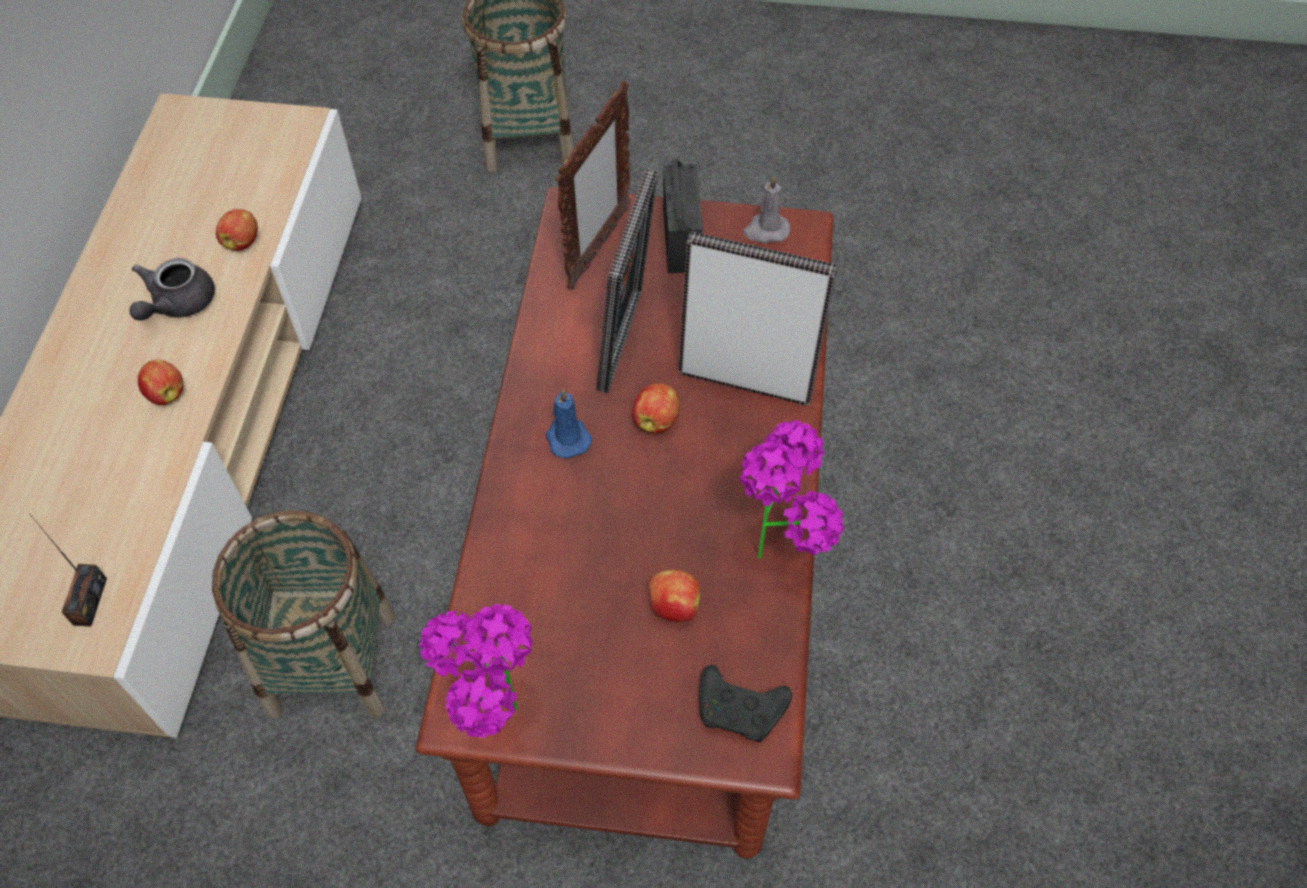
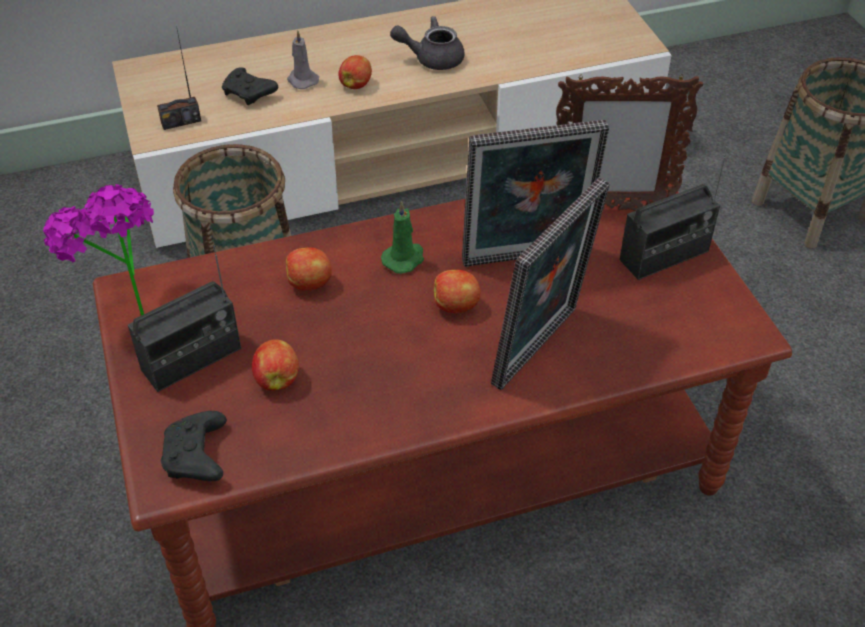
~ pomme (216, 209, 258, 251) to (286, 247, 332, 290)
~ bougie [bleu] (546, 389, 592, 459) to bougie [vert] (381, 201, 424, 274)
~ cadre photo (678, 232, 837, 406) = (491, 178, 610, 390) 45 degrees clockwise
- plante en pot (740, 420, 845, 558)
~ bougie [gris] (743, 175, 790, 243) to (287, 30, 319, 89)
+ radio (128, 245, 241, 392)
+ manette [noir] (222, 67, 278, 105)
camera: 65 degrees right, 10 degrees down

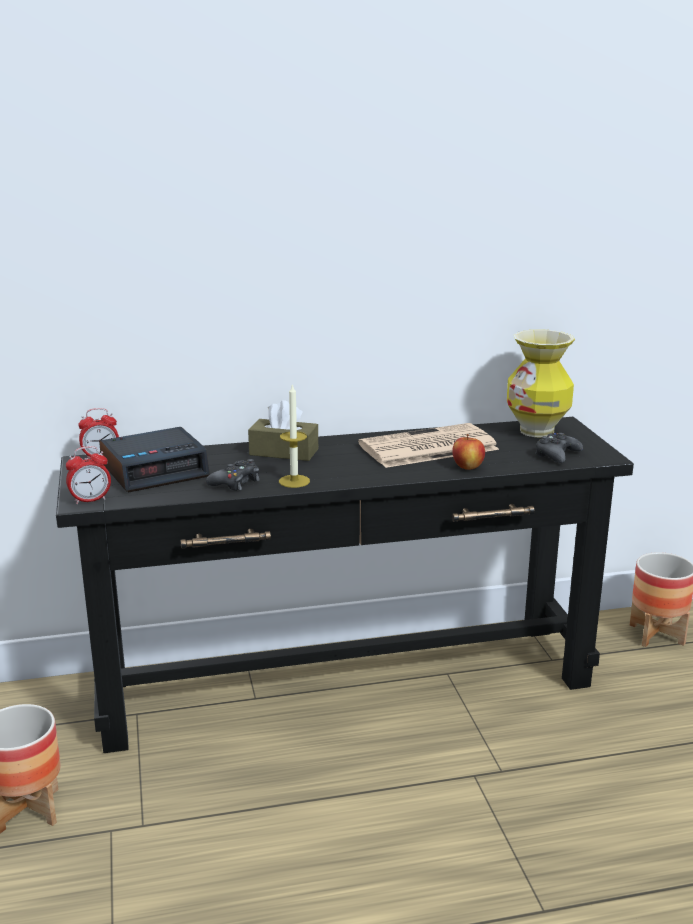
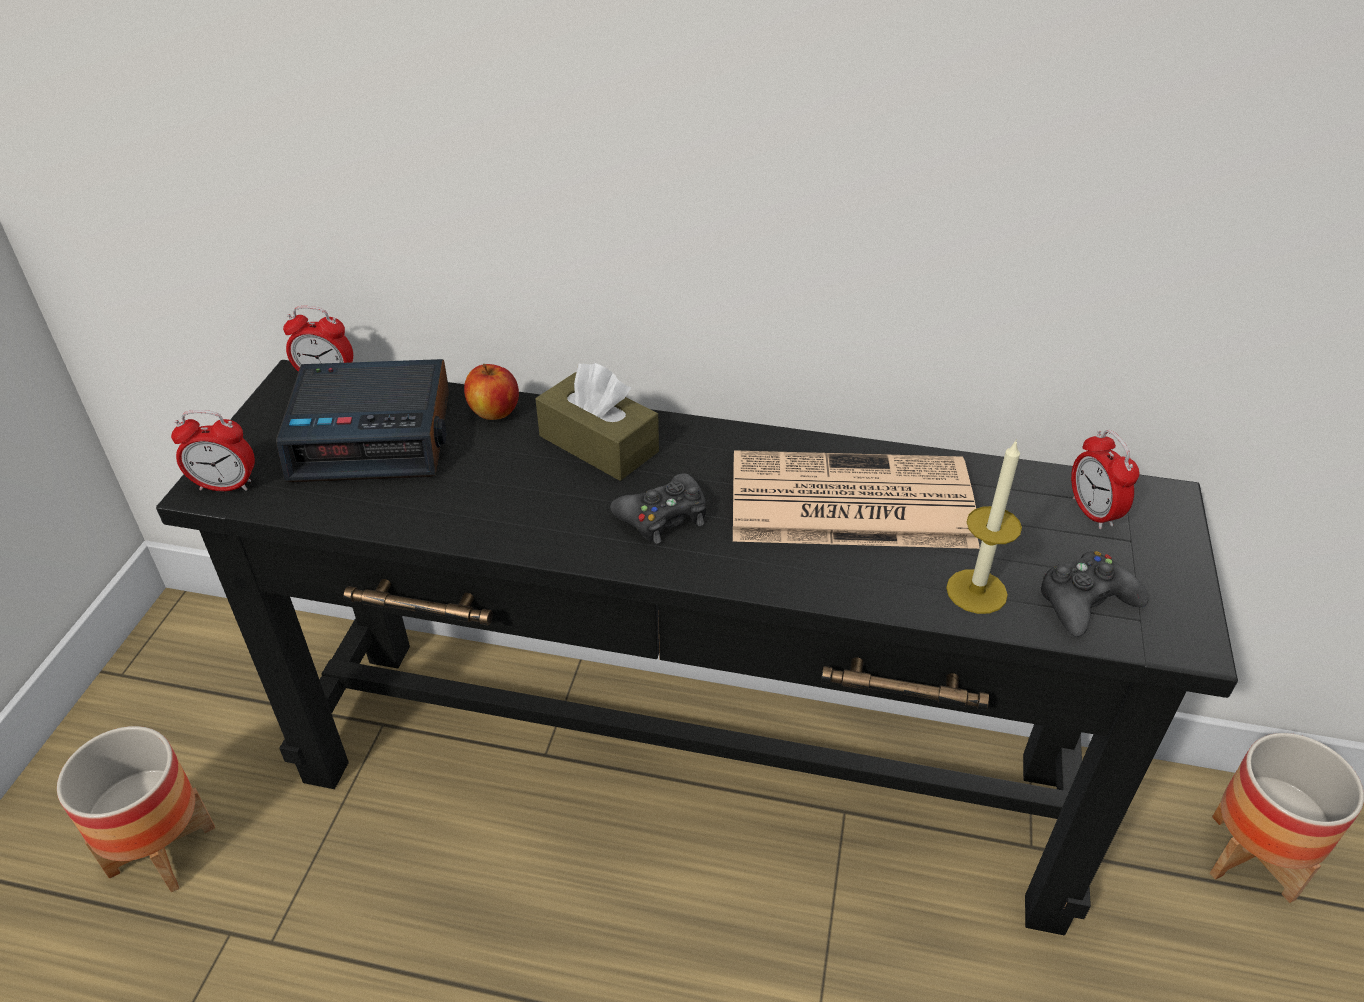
~ manette [noir] (206, 459, 260, 491) to (610, 473, 706, 544)
~ bougie (279, 383, 310, 488) to (946, 439, 1022, 614)
~ pomme (452, 434, 485, 470) to (464, 364, 519, 420)
~ vase (507, 329, 575, 437) to réveil (1071, 430, 1139, 529)
camera: 25 degrees right, 20 degrees up

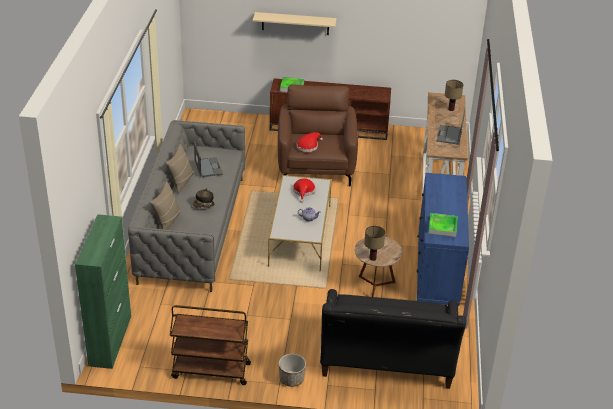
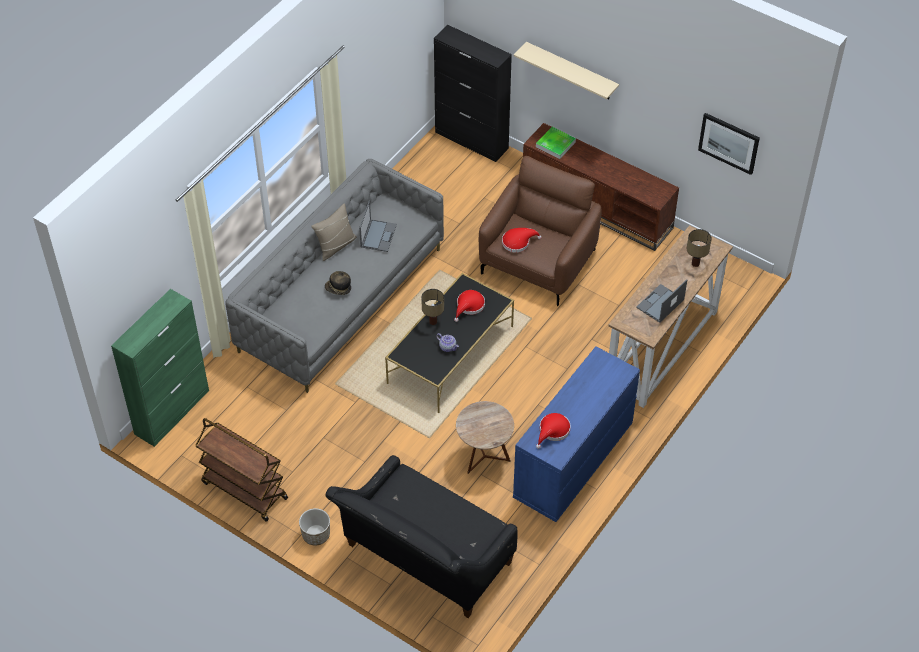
- coussin [beige] (151, 181, 181, 230)
~ table basse [blanc] (268, 175, 332, 271) to table basse [noir] (385, 273, 514, 413)
~ lampe de table (364, 226, 385, 261) to (421, 289, 444, 325)
~ plateau (428, 213, 458, 237) to chapeau [rouge] (536, 413, 571, 449)
+ meuble de rangement [noir] (434, 25, 512, 162)
+ tableau (698, 113, 760, 175)
camera: 30 degrees right, 15 degrees up

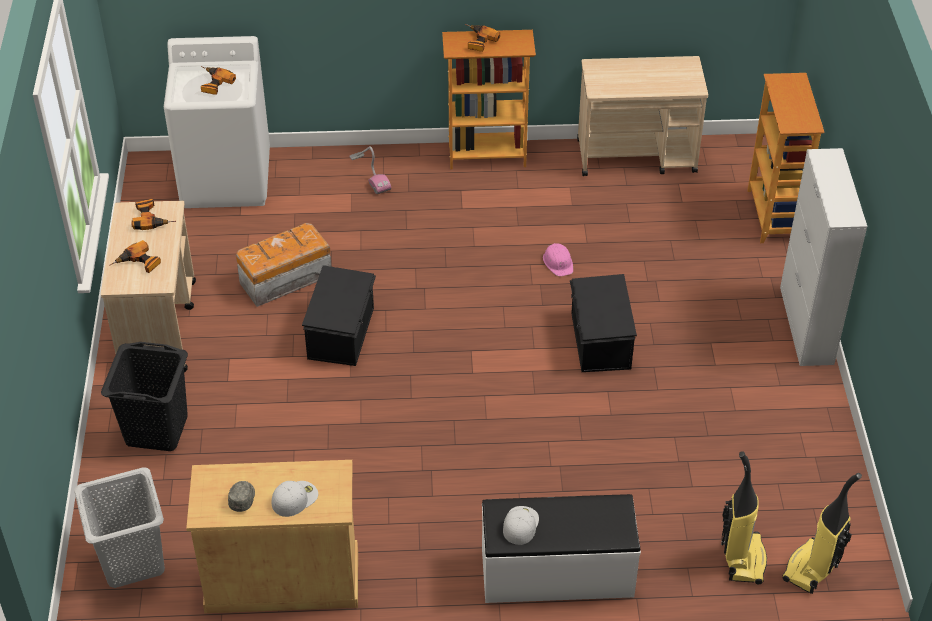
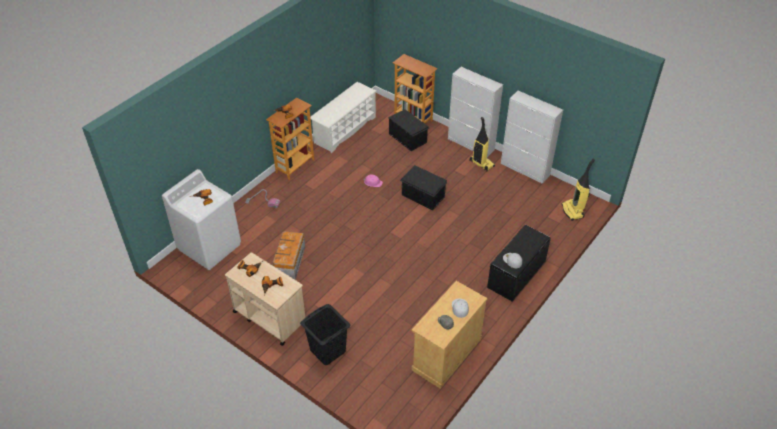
- panier à linge [gris] (74, 467, 165, 588)
~ boîte de rangement [noir] (302, 265, 376, 366) to (388, 109, 429, 151)
~ banc [blanc] (482, 494, 641, 603) to banc [noir] (487, 225, 551, 301)
~ chariot [beige] (577, 56, 708, 176) to étagère à chaussures [blanc] (310, 82, 376, 153)
~ aspirateur (721, 451, 767, 584) to (470, 117, 495, 171)
+ meuble de rangement [blanc] (501, 91, 563, 184)
camera: 50 degrees left, 0 degrees up

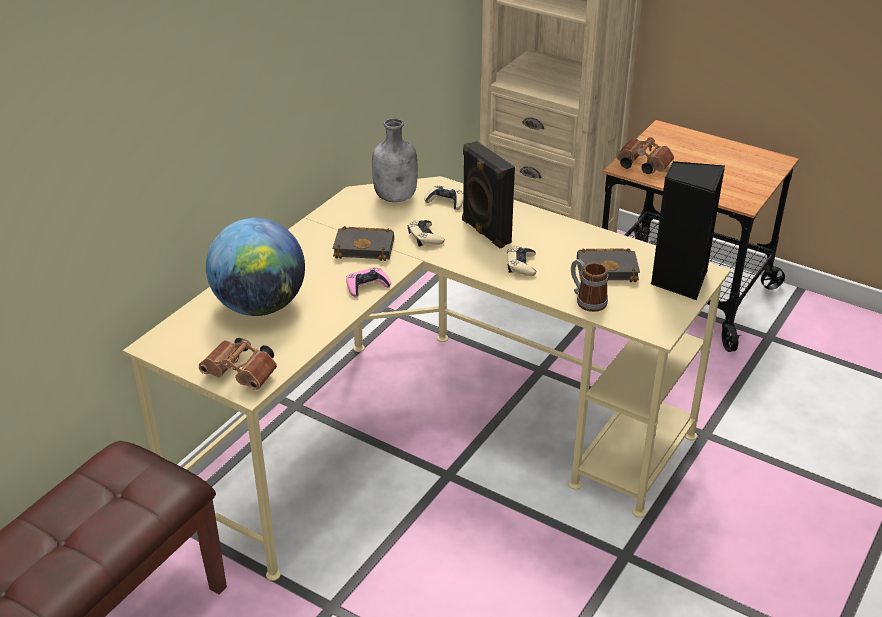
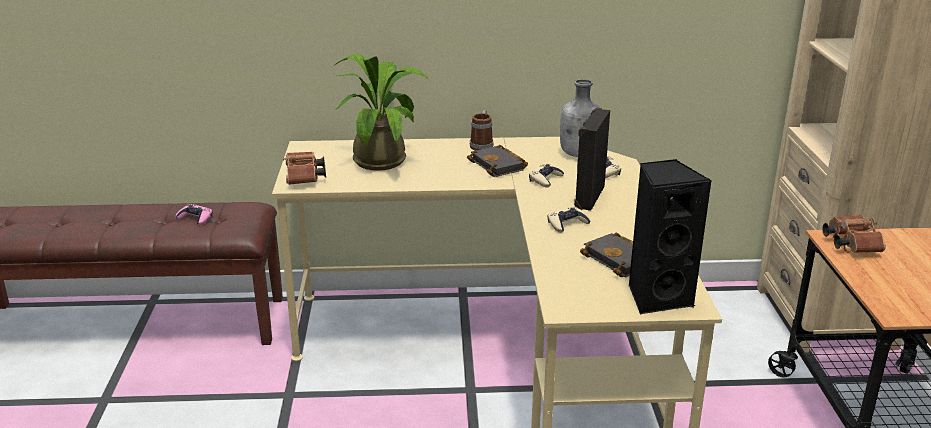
~ globe (206, 218, 305, 316) to plante en pot (334, 54, 428, 171)
~ manette [rose] (346, 267, 391, 297) to (176, 204, 212, 225)
~ mug (571, 259, 608, 312) to (470, 110, 494, 150)
camera: 55 degrees right, 10 degrees down

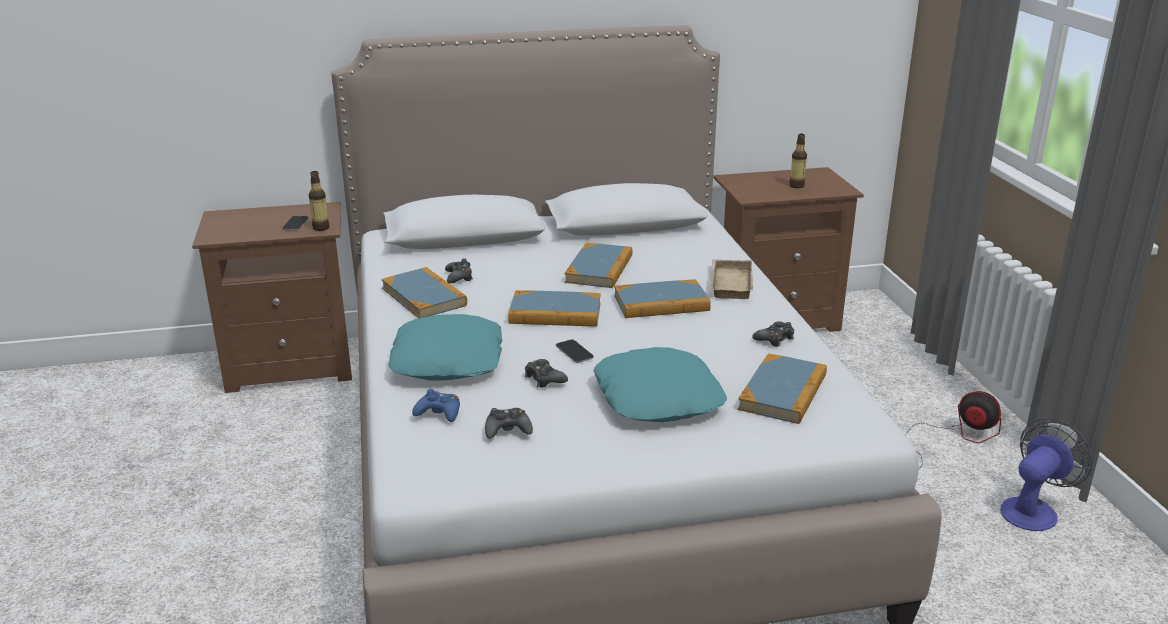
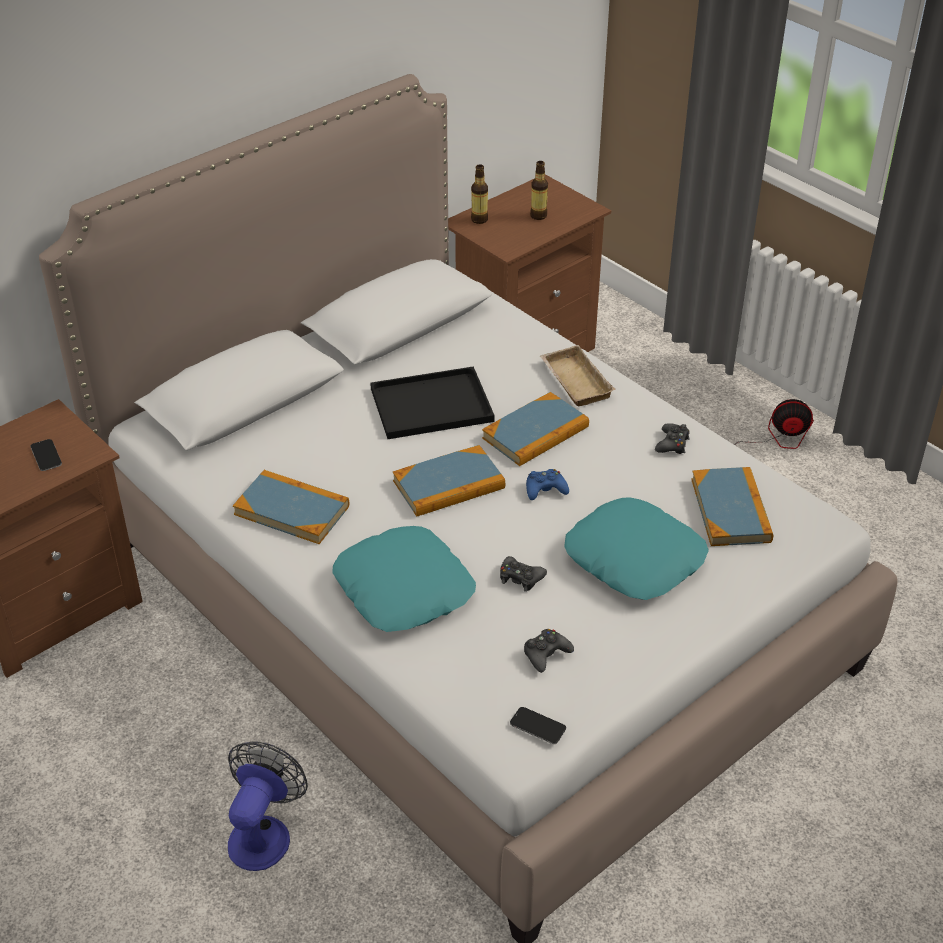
~ bouteille (309, 171, 329, 231) to (471, 164, 488, 224)
~ manette [bleu] (412, 389, 460, 422) to (526, 469, 569, 500)
- manette [noir] (445, 259, 473, 283)
~ téléphone (556, 340, 594, 363) to (510, 707, 566, 744)
~ livre (564, 243, 632, 288) to plateau [noir] (370, 366, 494, 439)
~ ventilateur (1000, 418, 1093, 531) to (228, 741, 308, 871)
camera: 30 degrees left, 15 degrees up

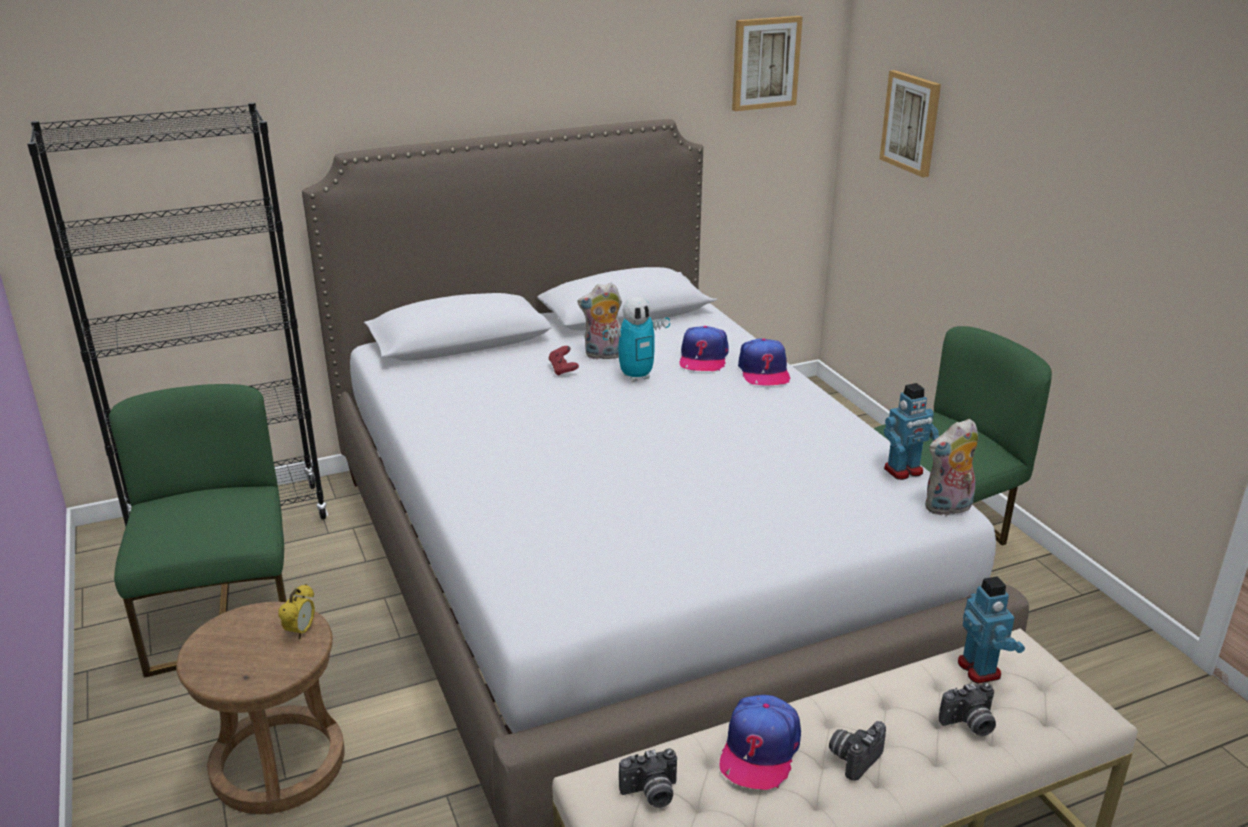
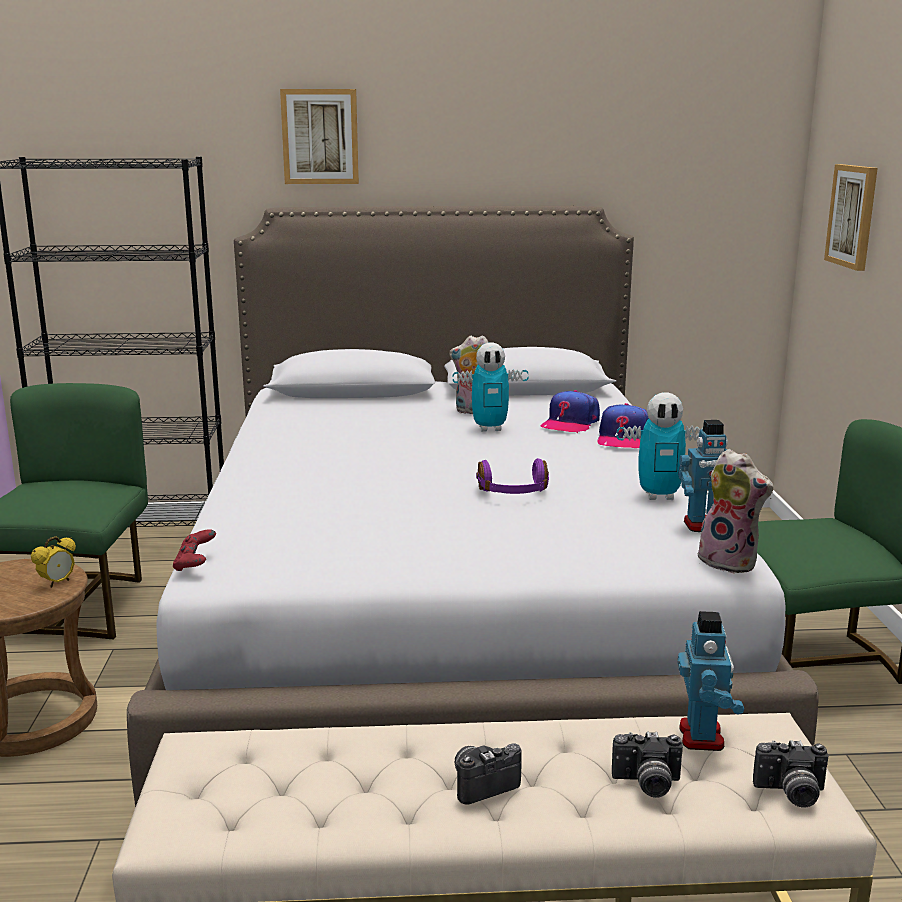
~ manette [rouge] (549, 346, 579, 376) to (173, 529, 216, 571)
~ appareil photo (619, 749, 677, 808) to (753, 740, 829, 808)
- casquette (720, 695, 801, 790)
~ tableau (732, 16, 803, 111) to (280, 89, 359, 184)
~ peluche (925, 419, 978, 516) = (695, 449, 773, 573) 135 degrees counterclockwise
+ casque audio [violet] (476, 458, 549, 494)
+ robot jouet (617, 392, 703, 500)
camera: 20 degrees right, 10 degrees down

